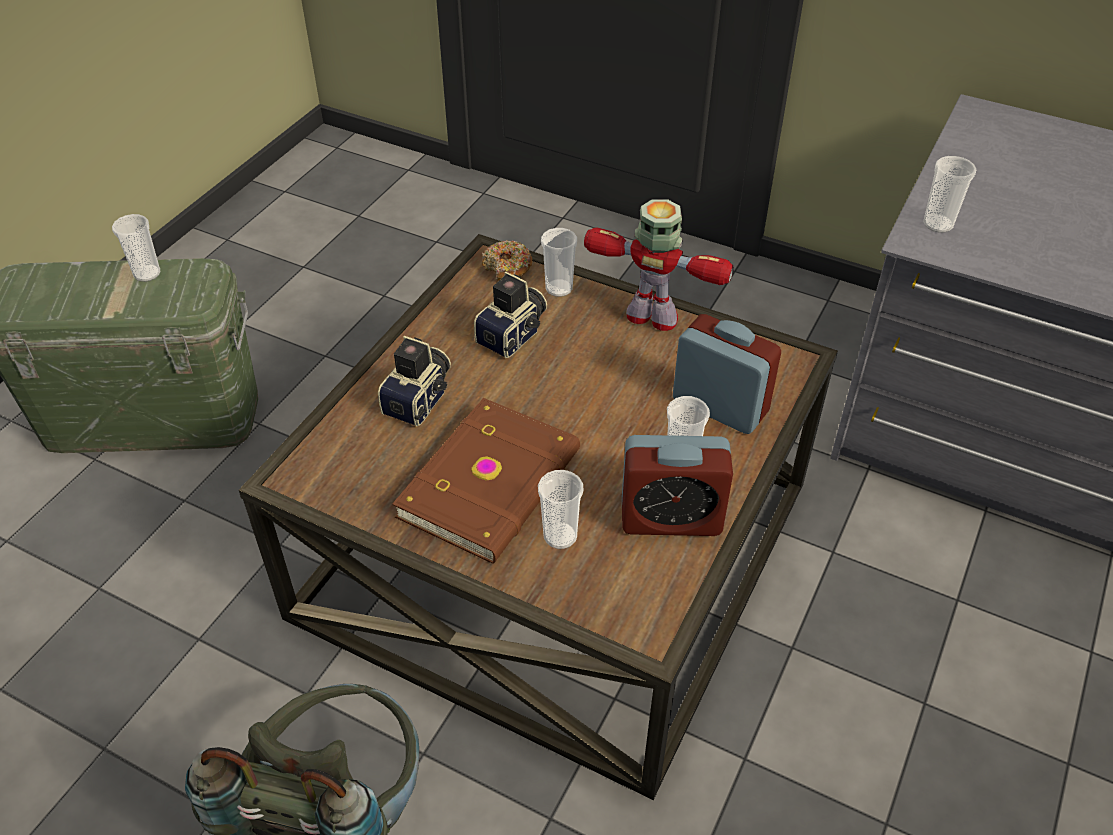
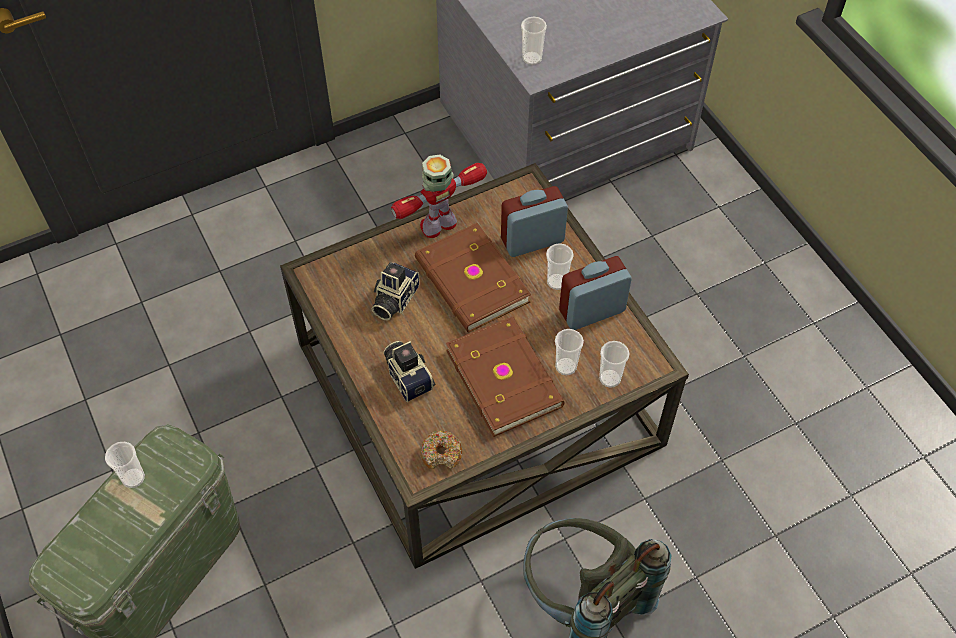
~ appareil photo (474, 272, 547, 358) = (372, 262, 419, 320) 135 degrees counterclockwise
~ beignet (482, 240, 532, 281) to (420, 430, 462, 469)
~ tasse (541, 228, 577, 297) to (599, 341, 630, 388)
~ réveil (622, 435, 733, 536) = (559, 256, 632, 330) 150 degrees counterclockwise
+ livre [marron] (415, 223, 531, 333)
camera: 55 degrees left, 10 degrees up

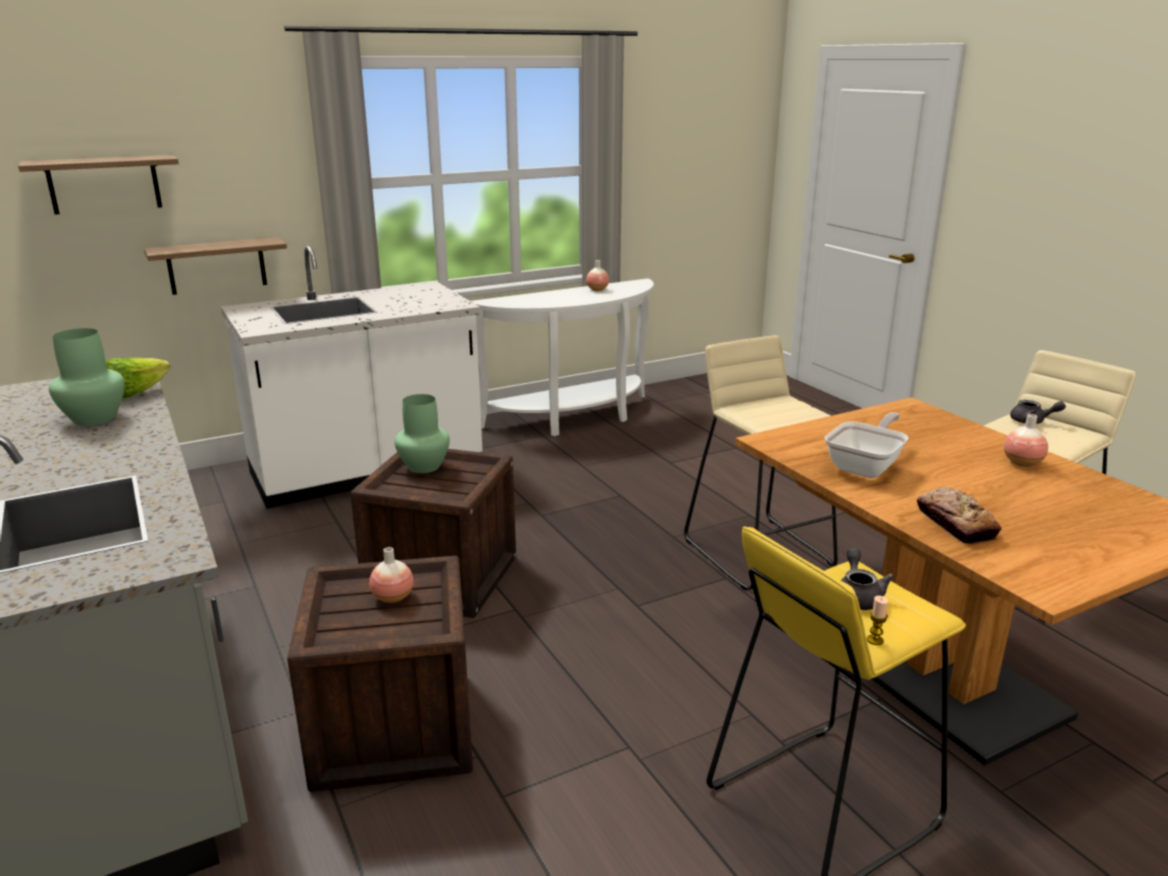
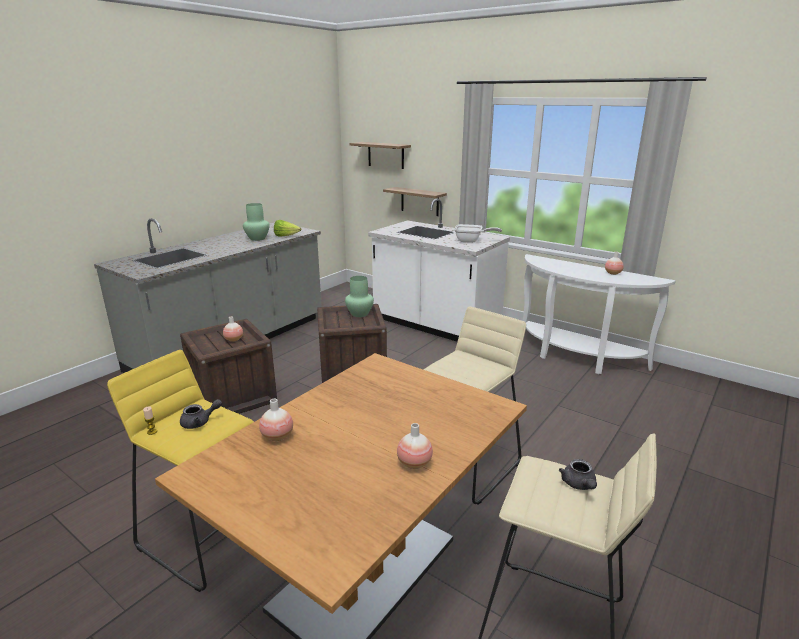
~ poêle (824, 412, 909, 478) to (454, 224, 502, 243)
~ pain (917, 488, 1001, 544) to vase (259, 399, 293, 441)
camera: 65 degrees right, 0 degrees up

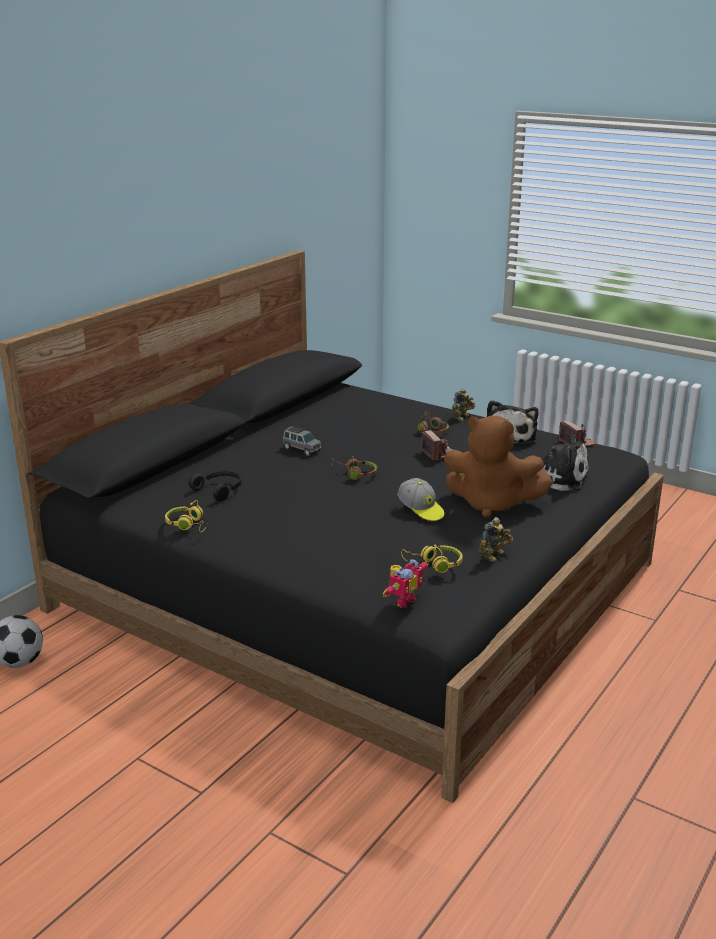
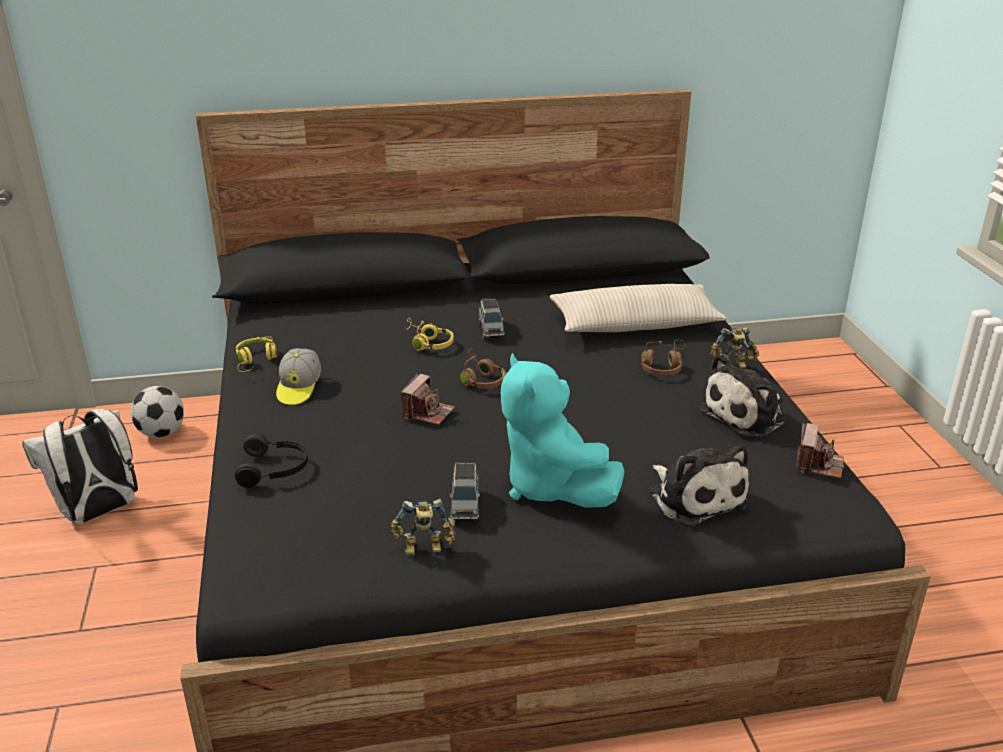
~ casque audio [noir] (189, 471, 242, 501) to (235, 433, 308, 488)
- robot jouet (383, 559, 429, 608)
~ casquette (397, 478, 444, 521) to (276, 348, 321, 405)
~ casque audio [jaune] (401, 544, 463, 573) to (405, 318, 454, 351)
~ appareil photo (421, 430, 453, 460) to (401, 374, 455, 425)
~ peluche [marron] (444, 416, 553, 518) to peluche [turquoise] (500, 353, 625, 508)
+ sac à dos [blanc] (22, 409, 138, 524)
+ petite voiture [gris] (450, 462, 480, 522)
+ coussin [beige] (550, 284, 727, 332)
camera: 45 degrees right, 5 degrees up

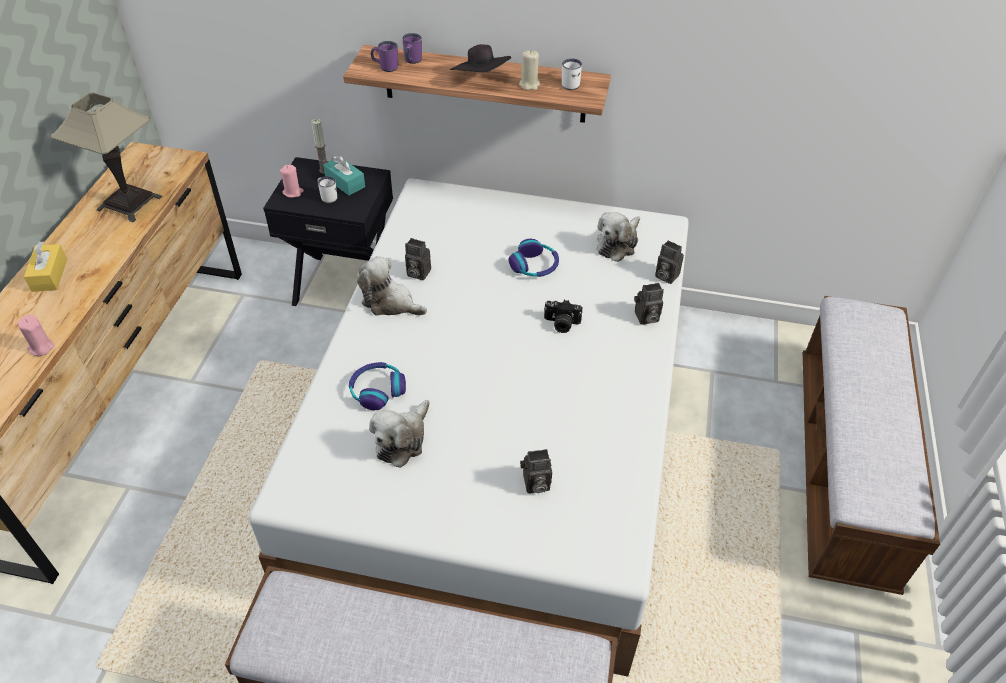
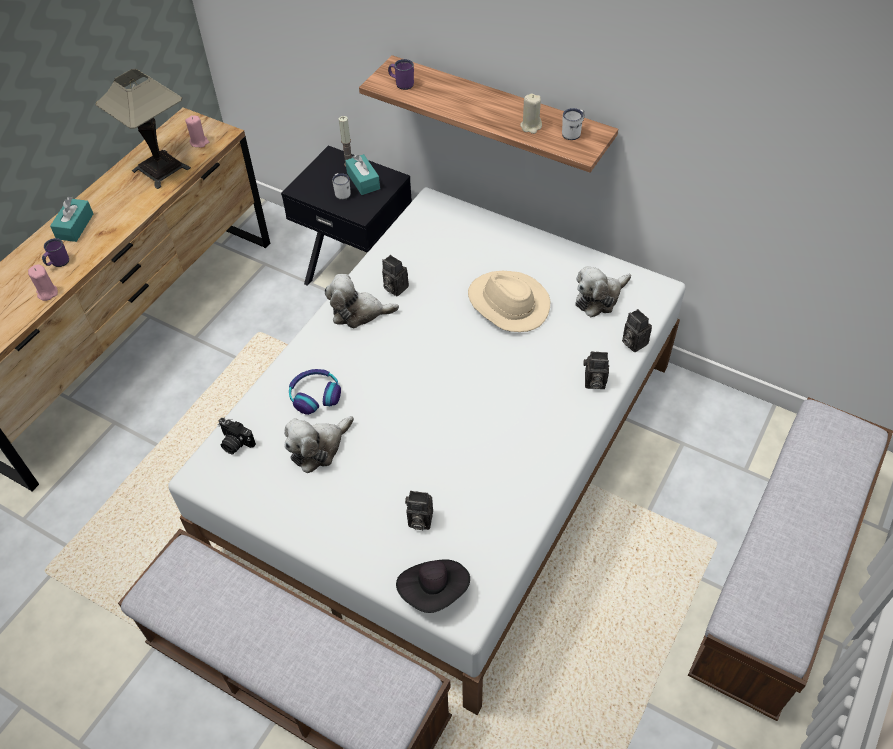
~ boîte à mouchoirs [jaune] (24, 242, 67, 292) to boîte à mouchoirs [turquoise] (50, 197, 93, 242)
~ bougie [rose] (280, 165, 304, 198) to (185, 115, 209, 148)
~ peluche (357, 256, 427, 316) = (325, 274, 399, 328) 45 degrees counterclockwise
~ mug [violet] (402, 33, 422, 64) to (42, 238, 69, 267)
~ chapeau [noir] (450, 44, 511, 72) to (396, 559, 470, 613)
~ casque audio (509, 239, 559, 277) to chapeau [beige] (468, 271, 550, 332)
~ appareil photo (544, 300, 582, 333) to (218, 418, 256, 455)
camera: 20 degrees right, 5 degrees up

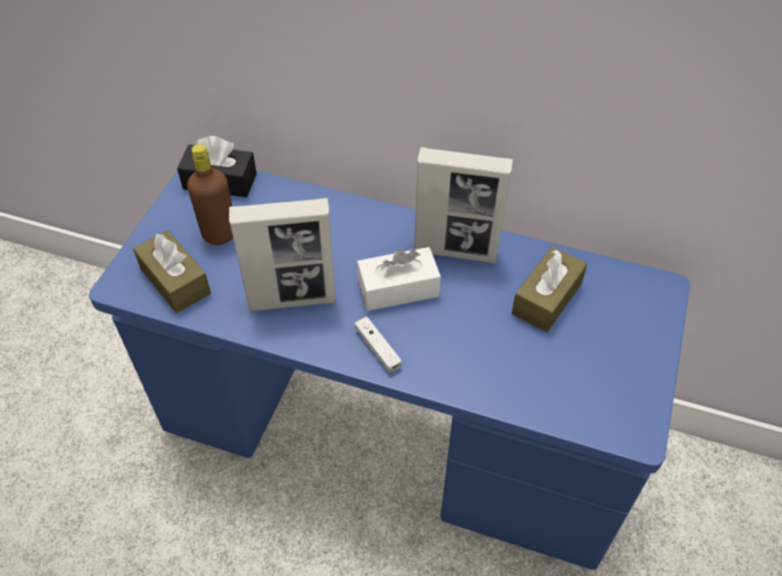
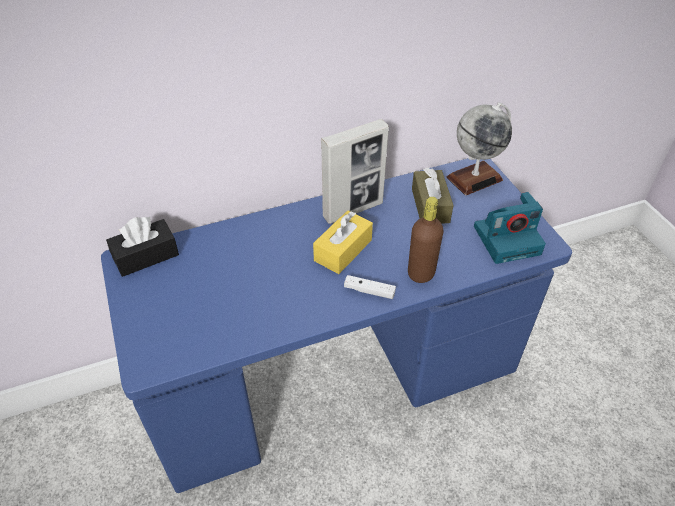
- boîte à mouchoirs [marron] (133, 230, 211, 313)
~ bouteille [marron] (187, 144, 233, 245) to (408, 197, 443, 283)
- cadre photo (229, 198, 336, 311)
~ boîte à mouchoirs [blanc] (357, 247, 441, 311) to boîte à mouchoirs [jaune] (313, 210, 373, 274)
+ globe (446, 102, 512, 195)
+ appareil photo (474, 192, 546, 264)
camera: 40 degrees left, 5 degrees down

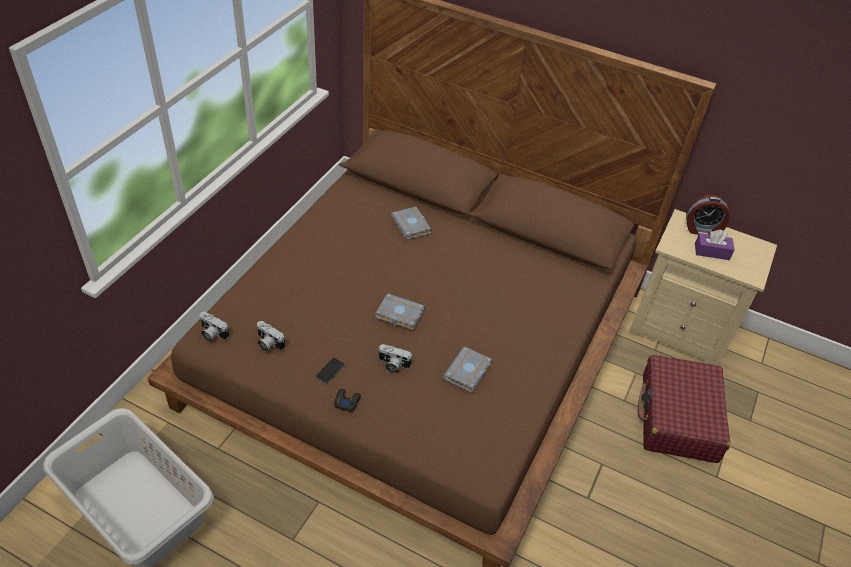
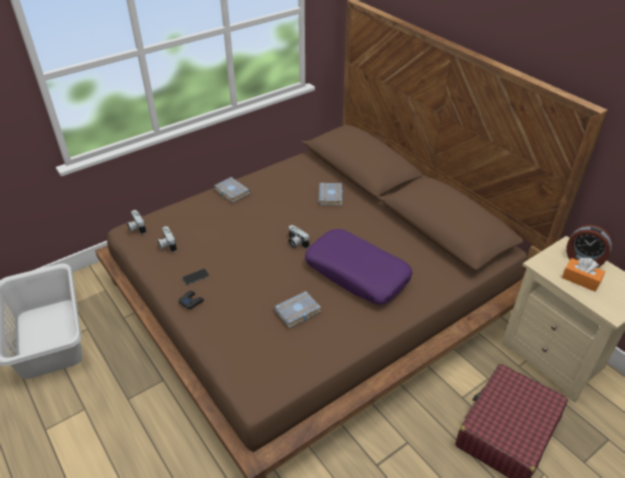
~ livre [gris] (375, 293, 425, 330) to (214, 177, 251, 203)
~ appareil photo (378, 344, 412, 374) to (288, 225, 309, 249)
~ boîte à mouchoirs [violet] (695, 230, 734, 260) to boîte à mouchoirs [orange] (562, 258, 605, 292)
+ coussin [violet] (305, 229, 413, 304)
camera: 30 degrees right, 5 degrees down

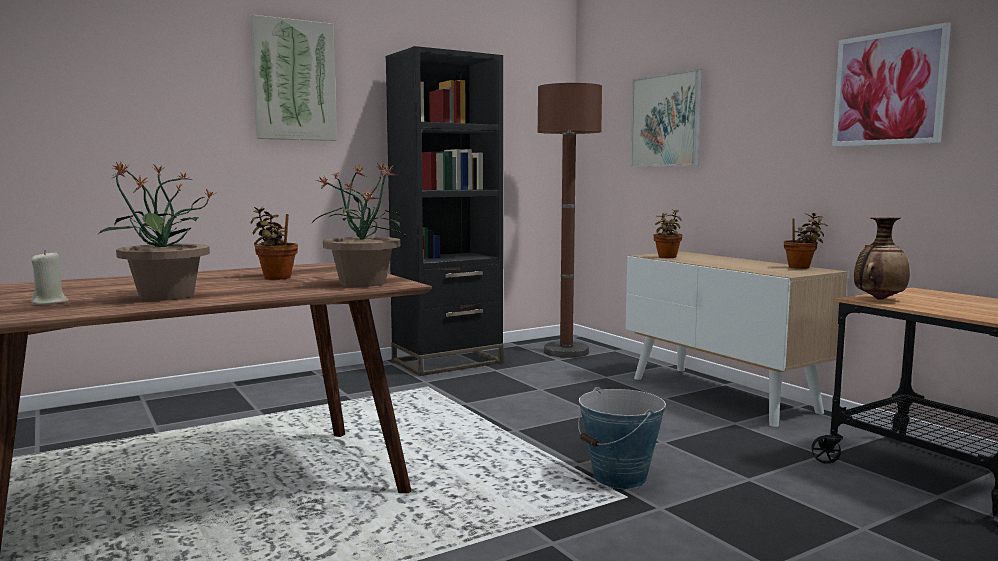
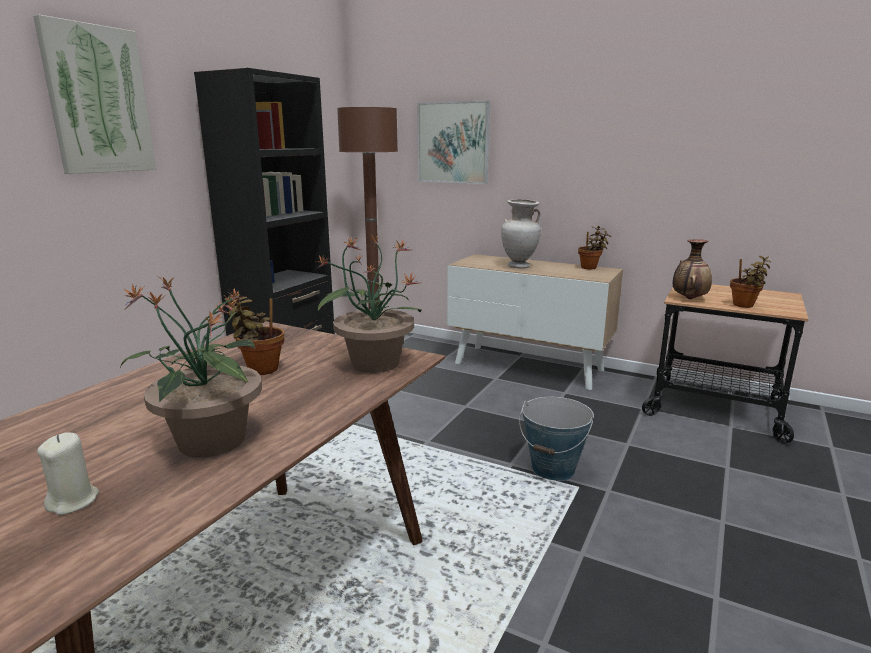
~ plante en pot (653, 209, 682, 258) to (730, 256, 771, 308)
- tableau (832, 22, 951, 146)
+ vase [beige] (501, 199, 541, 269)
camera: 30 degrees left, 10 degrees up

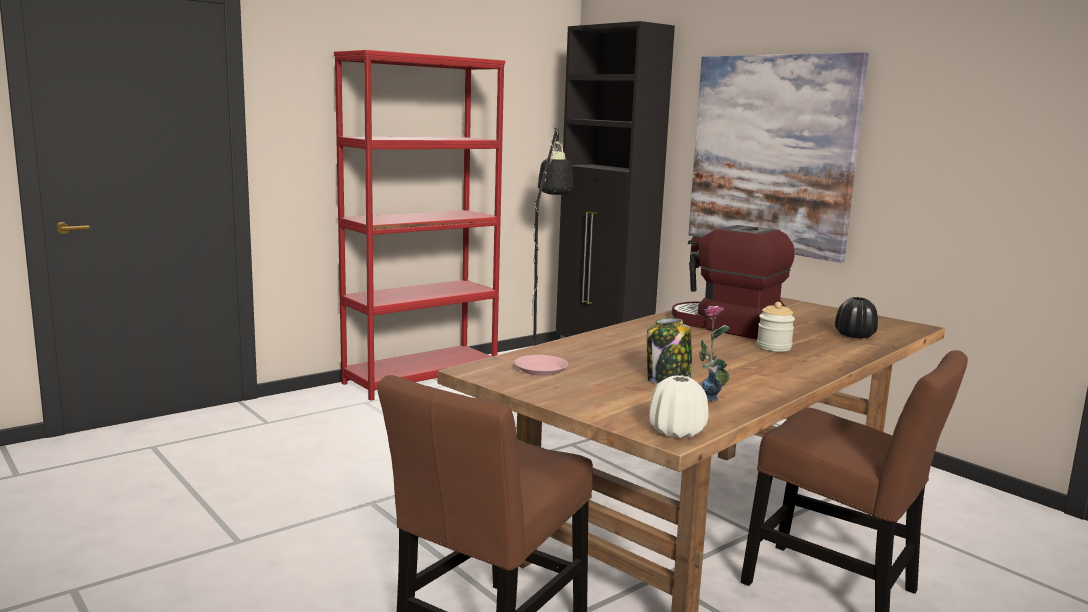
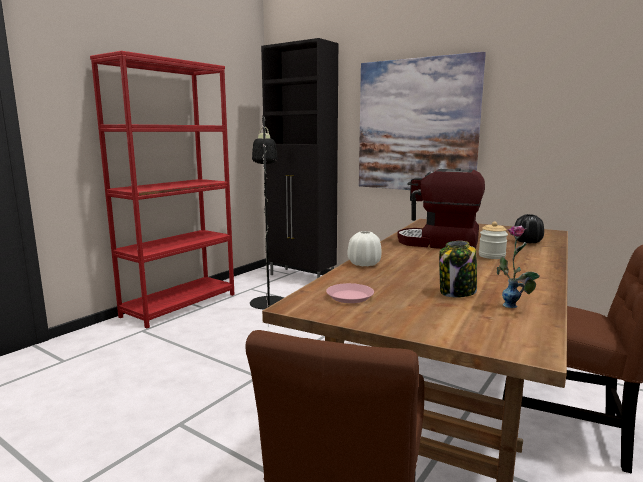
~ vase [blanc] (649, 375, 708, 438) to (348, 231, 382, 266)
camera: 15 degrees left, 0 degrees up

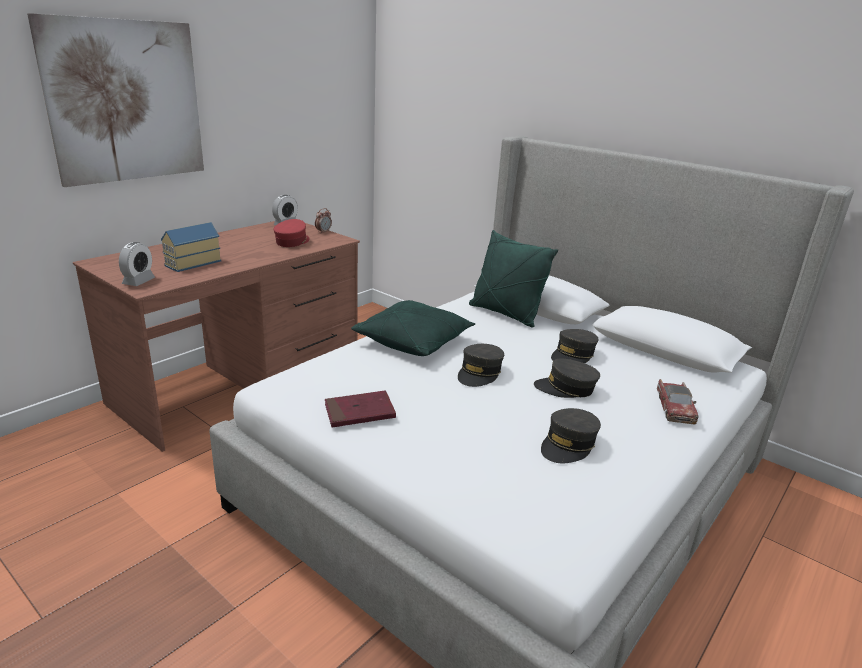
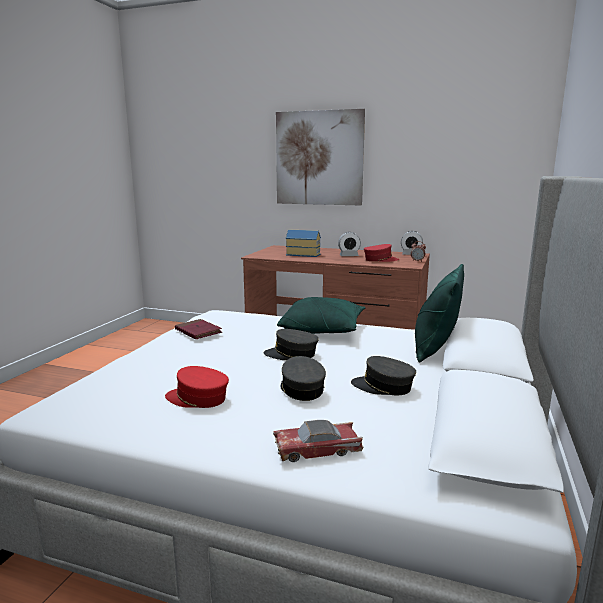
~ réveil (119, 242, 155, 286) to (338, 232, 361, 256)
~ casquette [gris] (541, 408, 601, 463) to casquette [rouge] (165, 366, 229, 408)
camera: 70 degrees right, 10 degrees down

